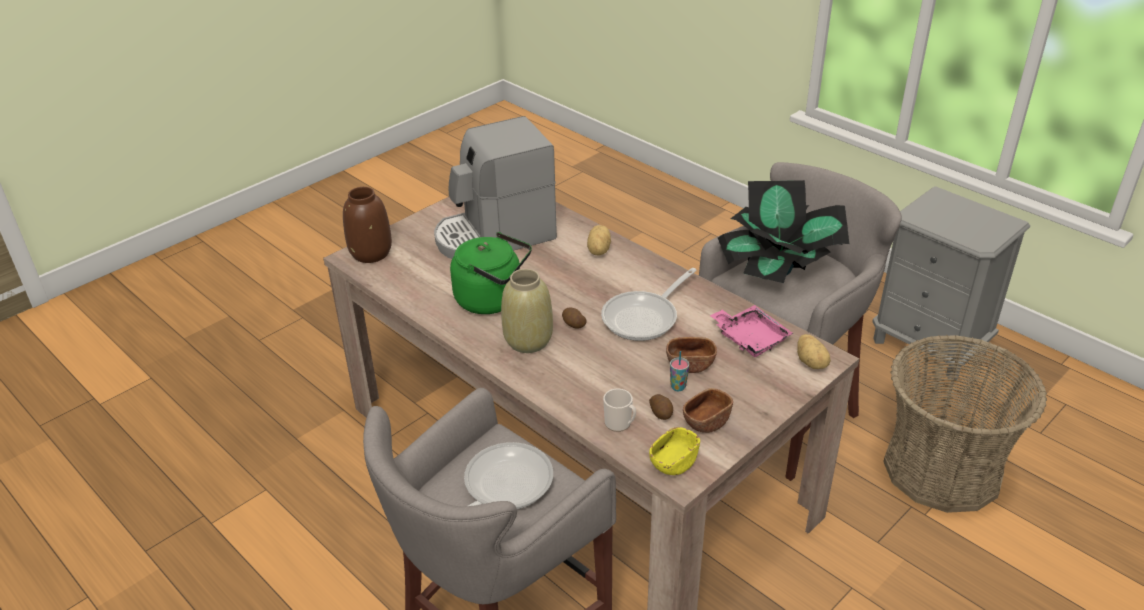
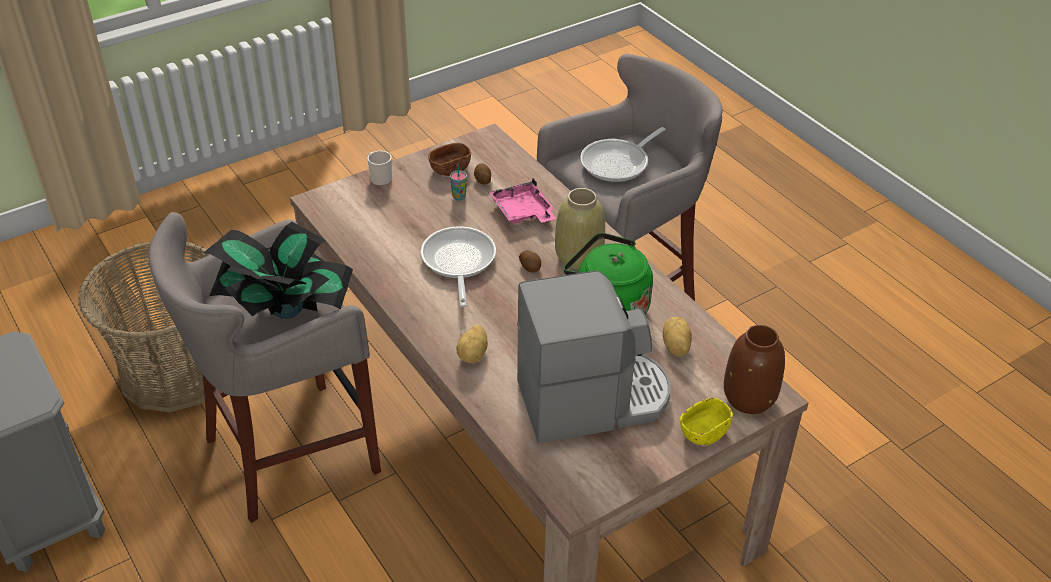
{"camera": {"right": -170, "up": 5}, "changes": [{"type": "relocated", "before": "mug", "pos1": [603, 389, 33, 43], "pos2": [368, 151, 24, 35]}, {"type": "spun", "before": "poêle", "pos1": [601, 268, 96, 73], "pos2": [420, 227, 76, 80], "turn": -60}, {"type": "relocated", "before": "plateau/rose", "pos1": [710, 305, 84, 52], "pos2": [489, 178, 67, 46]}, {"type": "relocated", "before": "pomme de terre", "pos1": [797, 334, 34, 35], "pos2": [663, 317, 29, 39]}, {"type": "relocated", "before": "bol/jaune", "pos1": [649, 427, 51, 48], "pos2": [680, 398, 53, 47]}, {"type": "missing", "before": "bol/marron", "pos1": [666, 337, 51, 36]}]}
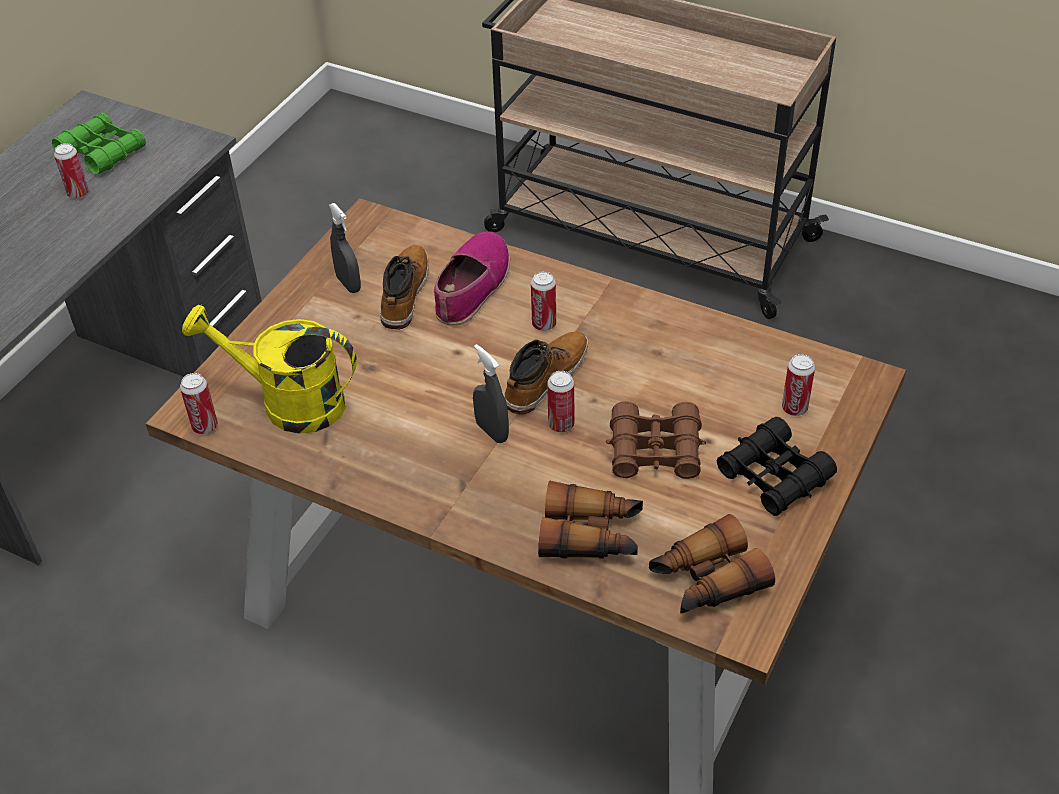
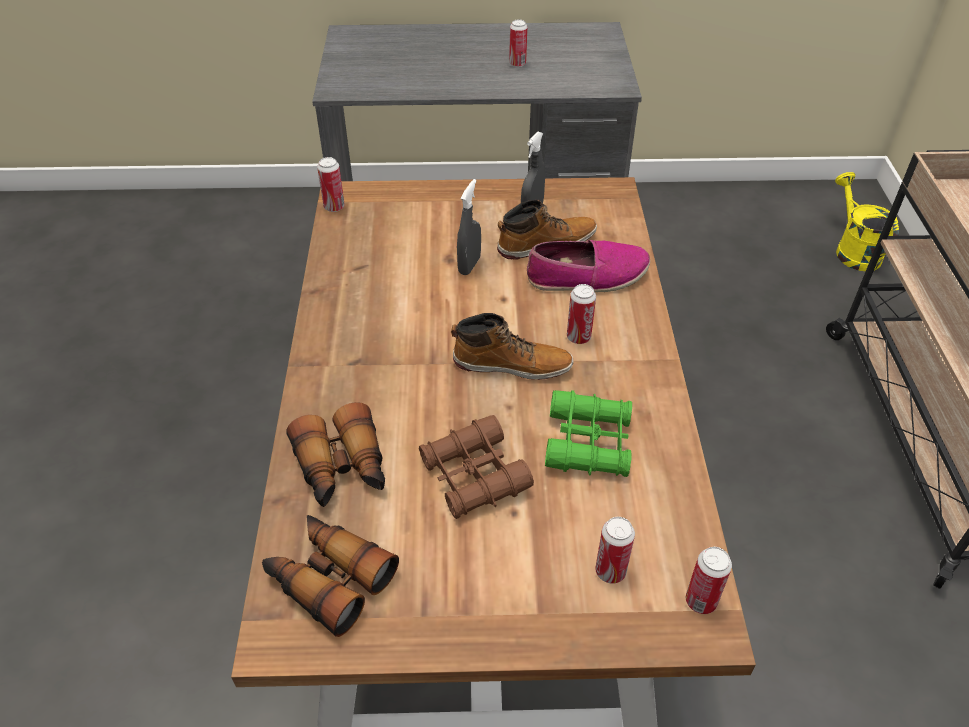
{"camera": {"right": 60, "up": 0}, "changes": [{"type": "relocated", "before": "vaporisateur/gris", "pos1": [473, 344, 36, 99], "pos2": [457, 179, 24, 96]}, {"type": "relocated", "before": "jumelles/vert", "pos1": [52, 112, 94, 62], "pos2": [545, 390, 87, 87]}, {"type": "relocated", "before": "boîte métallique", "pos1": [547, 371, 27, 61], "pos2": [686, 547, 46, 67]}, {"type": "relocated", "before": "arrosoir/jaune", "pos1": [182, 304, 175, 130], "pos2": [835, 172, 64, 99]}, {"type": "missing", "before": "jumelles/noir", "pos1": [717, 417, 120, 99]}]}
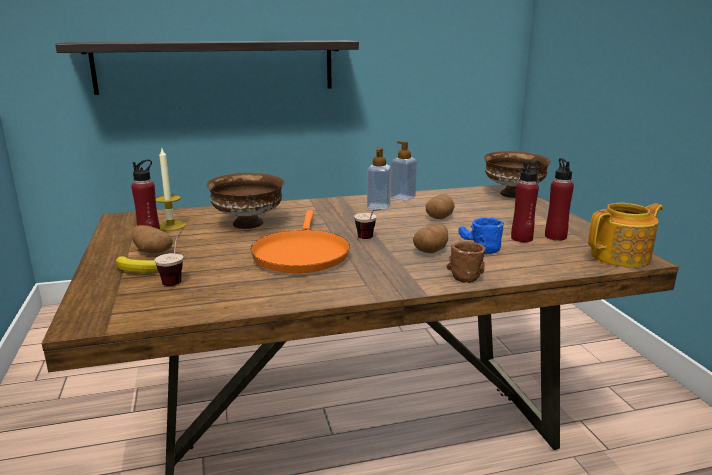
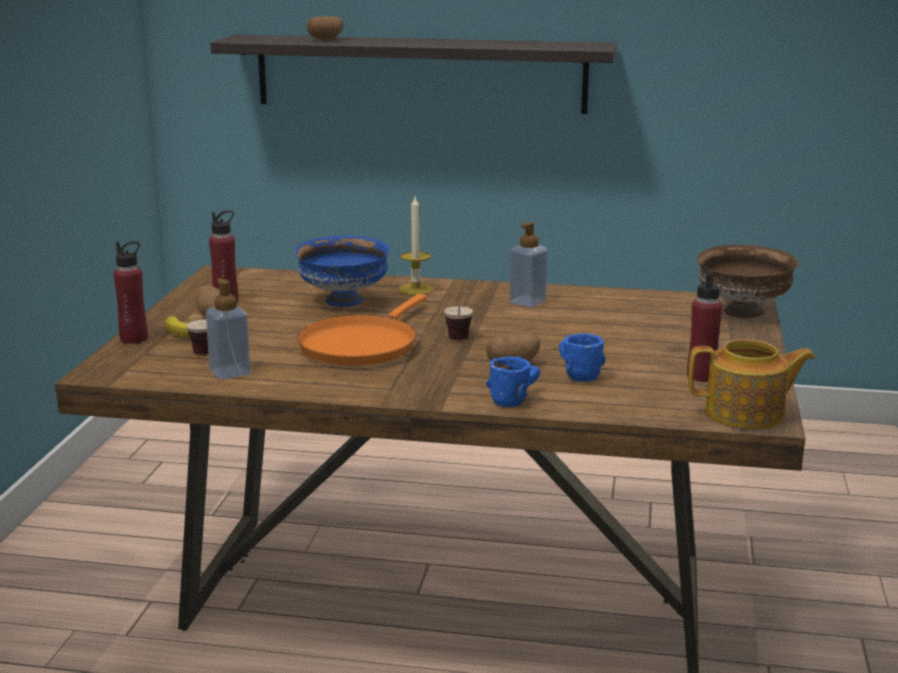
{"camera": {"right": 25, "up": 0}, "changes": [{"type": "relocated", "before": "bouteille/rouge", "pos1": [511, 160, 29, 82], "pos2": [113, 241, 35, 103]}, {"type": "relocated", "before": "distributeur de savon", "pos1": [391, 141, 26, 60], "pos2": [206, 278, 45, 102]}, {"type": "colour", "before": "bol/marron", "after": "bol/bleu", "pos1": [207, 173, 77, 56], "pos2": [295, 235, 95, 72]}, {"type": "relocated", "before": "pomme de terre", "pos1": [425, 194, 30, 25], "pos2": [307, 16, 37, 24]}, {"type": "relocated", "before": "bougie", "pos1": [156, 149, 30, 82], "pos2": [398, 197, 36, 98]}, {"type": "colour", "before": "mug/marron", "after": "mug/bleu", "pos1": [446, 241, 40, 42], "pos2": [486, 356, 55, 51]}]}
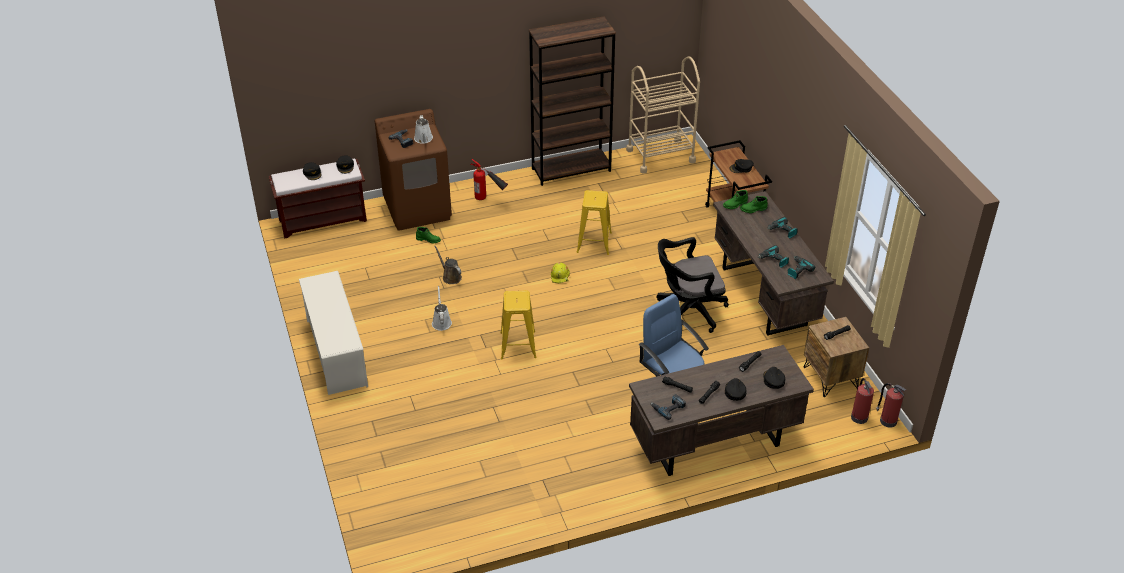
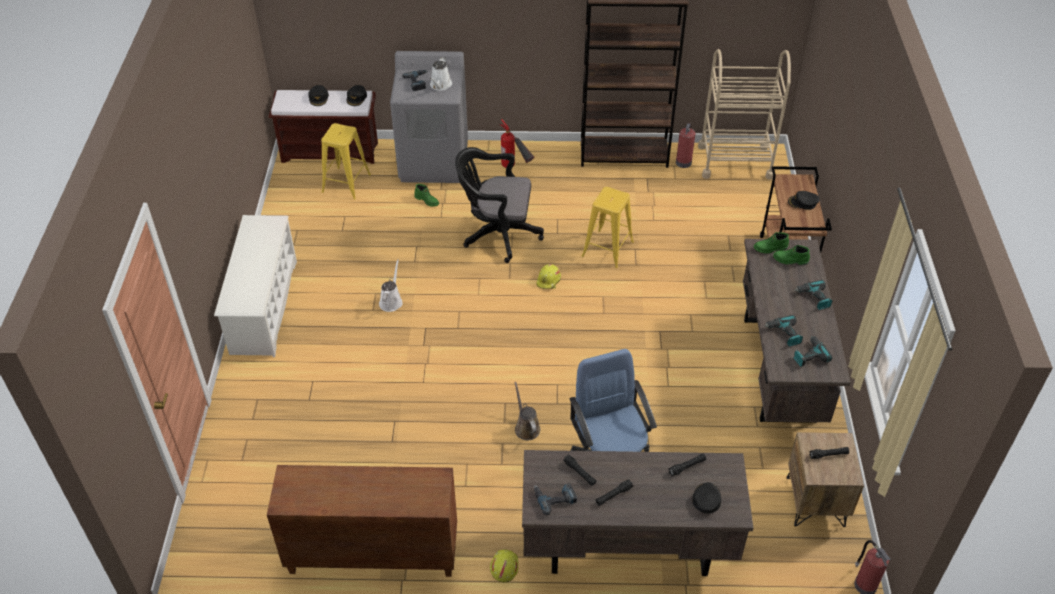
{"camera": {"right": 20, "up": 5}, "changes": [{"type": "appeared", "after": "meuble de rangement/marron", "pos2": [267, 465, 190, 112]}, {"type": "relocated", "before": "tabouret/jaune", "pos1": [500, 290, 37, 69], "pos2": [321, 123, 50, 77]}, {"type": "colour", "before": "lave-linge/marron", "after": "lave-linge/gris", "pos1": [375, 109, 77, 122], "pos2": [390, 51, 78, 132]}, {"type": "relocated", "before": "chaise de bureau/noir", "pos1": [656, 237, 73, 96], "pos2": [455, 147, 89, 116]}, {"type": "appeared", "after": "casque de chantier/jaune", "pos2": [490, 549, 28, 33]}, {"type": "relocated", "before": "arrosoir/marron", "pos1": [434, 246, 28, 38], "pos2": [514, 382, 27, 58]}, {"type": "relocated", "before": "extincteur", "pos1": [851, 378, 23, 46], "pos2": [676, 122, 19, 46]}, {"type": "missing", "before": "casquette/noir", "pos1": [725, 378, 22, 23]}]}
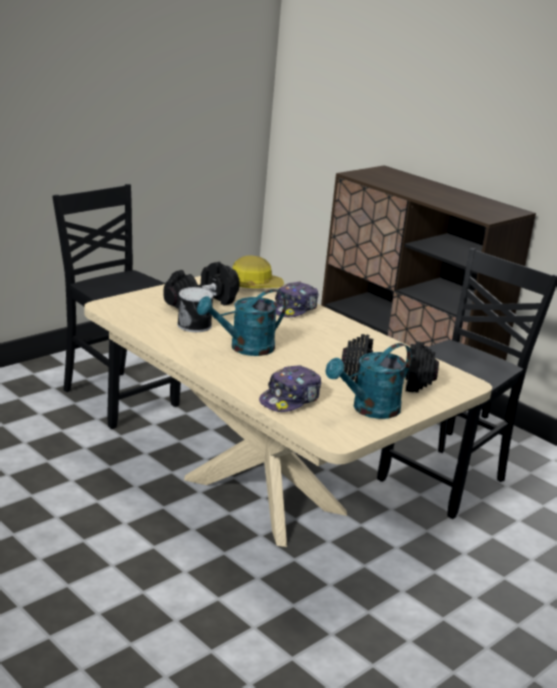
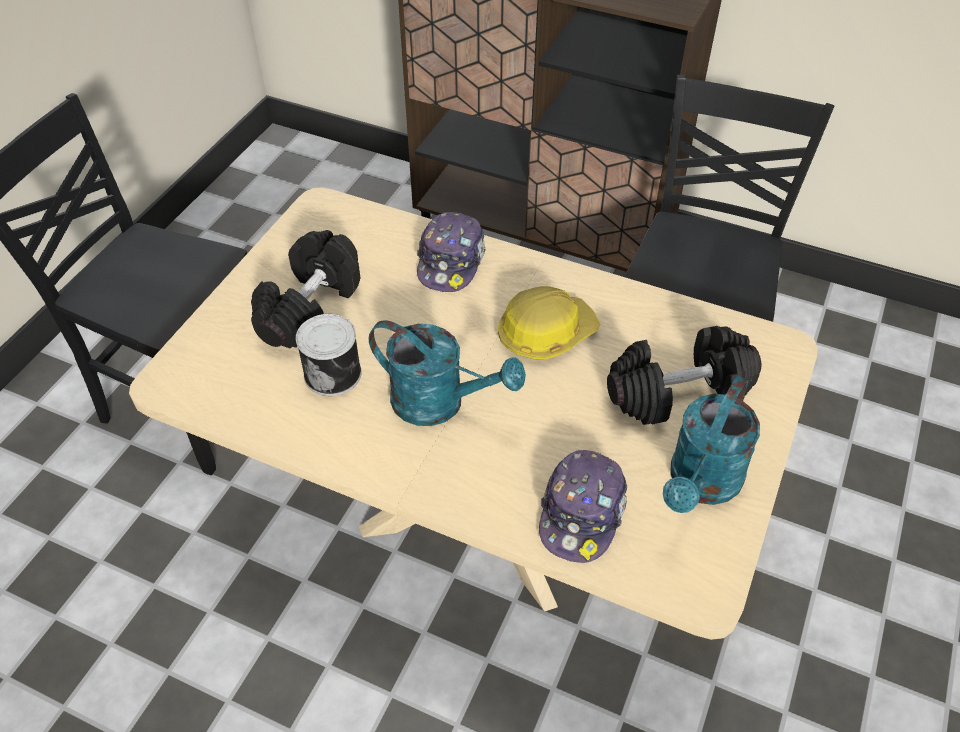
{"camera": {"right": -20, "up": 25}, "changes": [{"type": "spun", "before": "arrosoir/turquoise", "pos1": [197, 289, 90, 67], "pos2": [369, 320, 157, 106], "turn": -105}, {"type": "relocated", "before": "casque de chantier", "pos1": [232, 255, 52, 33], "pos2": [498, 286, 102, 74]}]}
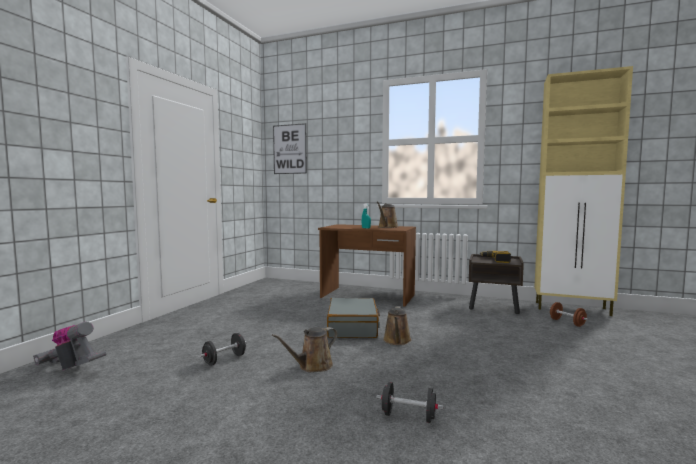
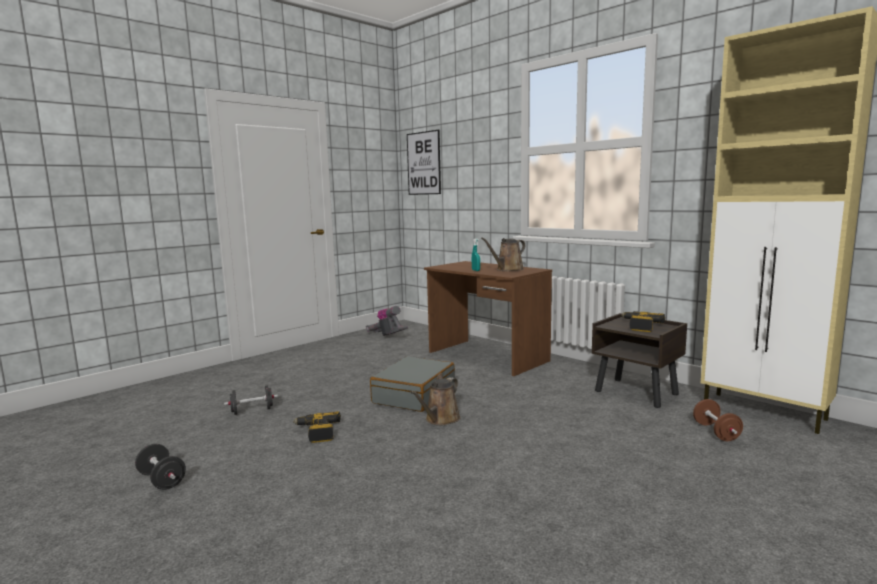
{"camera": {"right": 25, "up": 5}, "changes": [{"type": "relocated", "before": "haltère/noir", "pos1": [376, 382, 67, 41], "pos2": [135, 444, 51, 46]}, {"type": "exchanged", "before": "arrosoir/marron", "after": "perceuse", "pos1": [272, 327, 66, 46], "pos2": [293, 411, 48, 32]}, {"type": "relocated", "before": "aspirateur", "pos1": [33, 322, 73, 48], "pos2": [366, 306, 42, 30]}]}
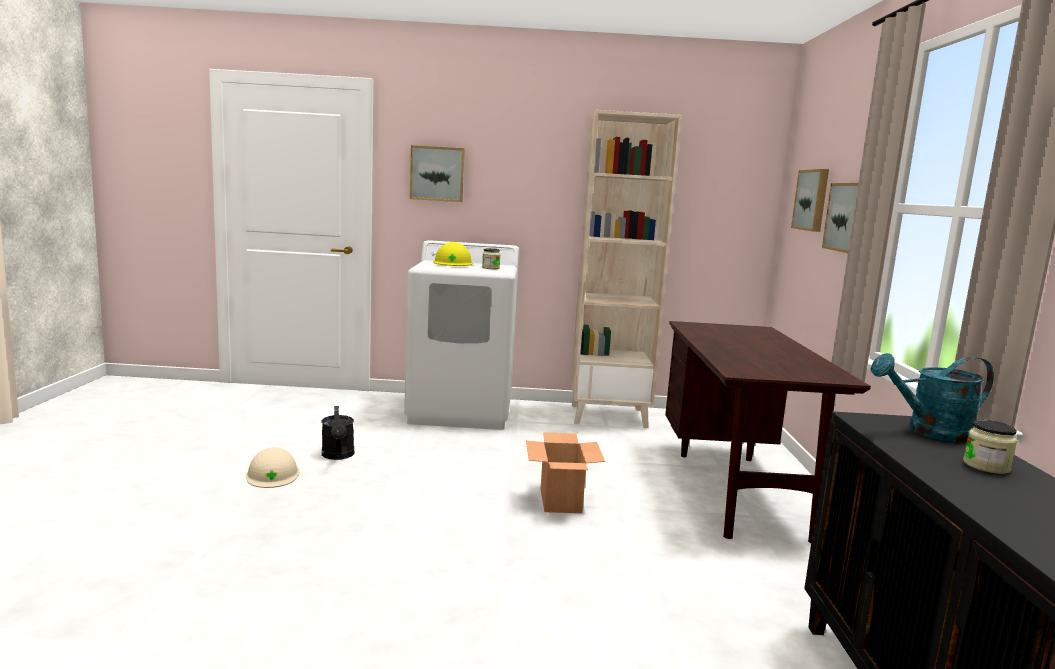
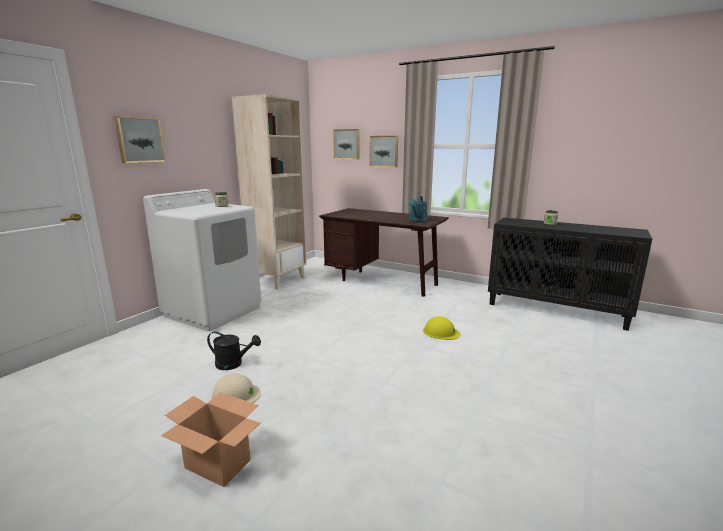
{"camera": {"right": -60, "up": 5}, "changes": [{"type": "relocated", "before": "carton", "pos1": [526, 432, 79, 81], "pos2": [161, 392, 100, 95]}, {"type": "relocated", "before": "arrosoir/turquoise", "pos1": [871, 353, 123, 89], "pos2": [409, 196, 18, 27]}, {"type": "relocated", "before": "casque de chantier/jaune", "pos1": [433, 242, 40, 24], "pos2": [423, 316, 37, 24]}]}
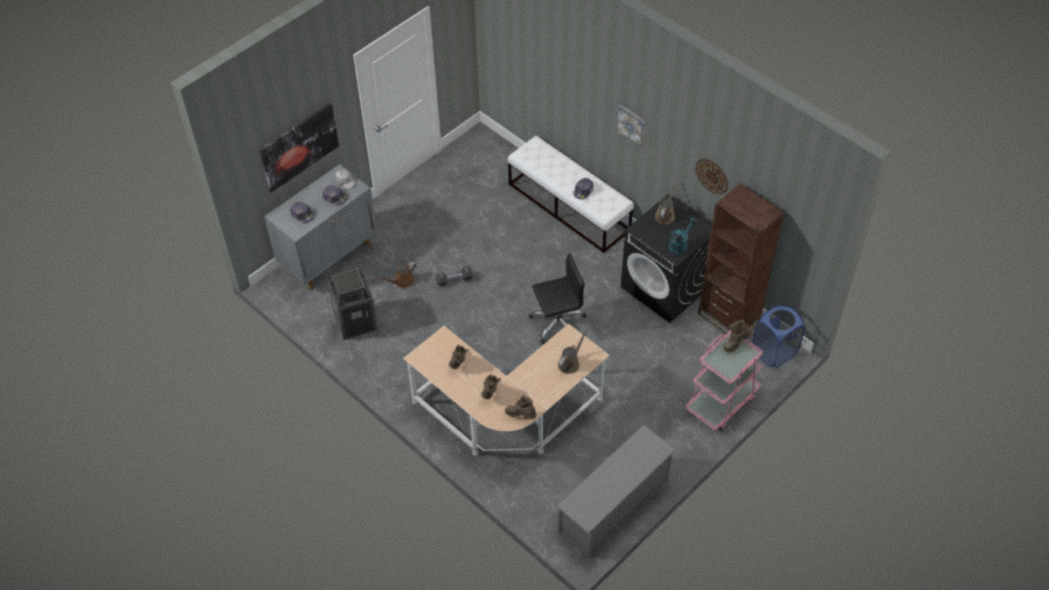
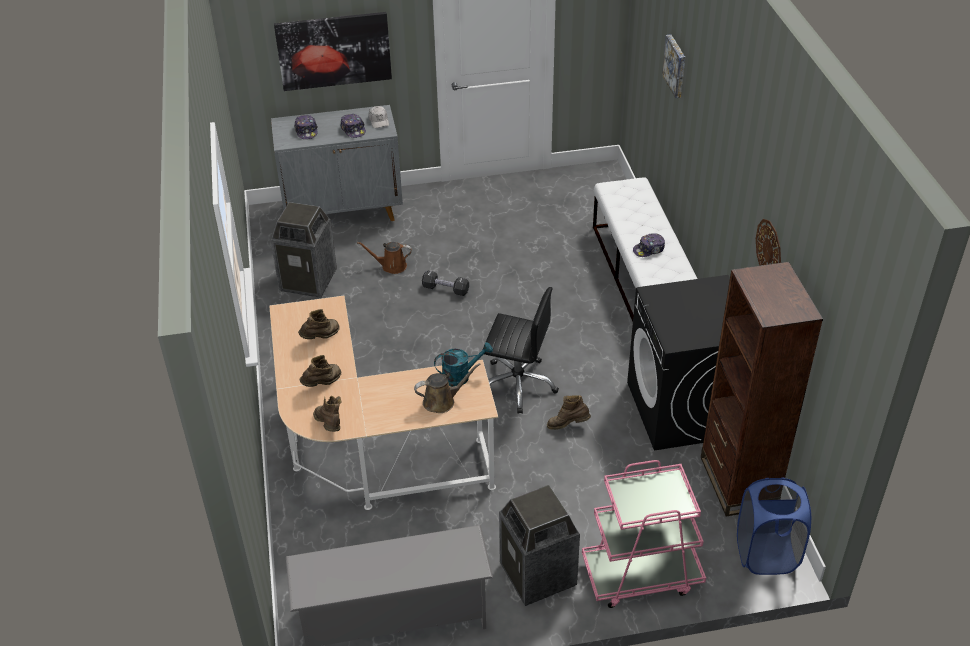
{"camera": {"right": 35, "up": -10}, "changes": [{"type": "relocated", "before": "arrosoir/turquoise", "pos1": [669, 217, 28, 38], "pos2": [434, 342, 59, 45]}, {"type": "appeared", "after": "poubelle", "pos2": [499, 485, 81, 121]}, {"type": "relocated", "before": "botte/marron", "pos1": [723, 320, 29, 33], "pos2": [547, 395, 44, 35]}, {"type": "relocated", "before": "tableau", "pos1": [616, 104, 30, 43], "pos2": [662, 34, 23, 64]}, {"type": "missing", "before": "arrosoir/marron", "pos1": [655, 180, 21, 45]}]}
